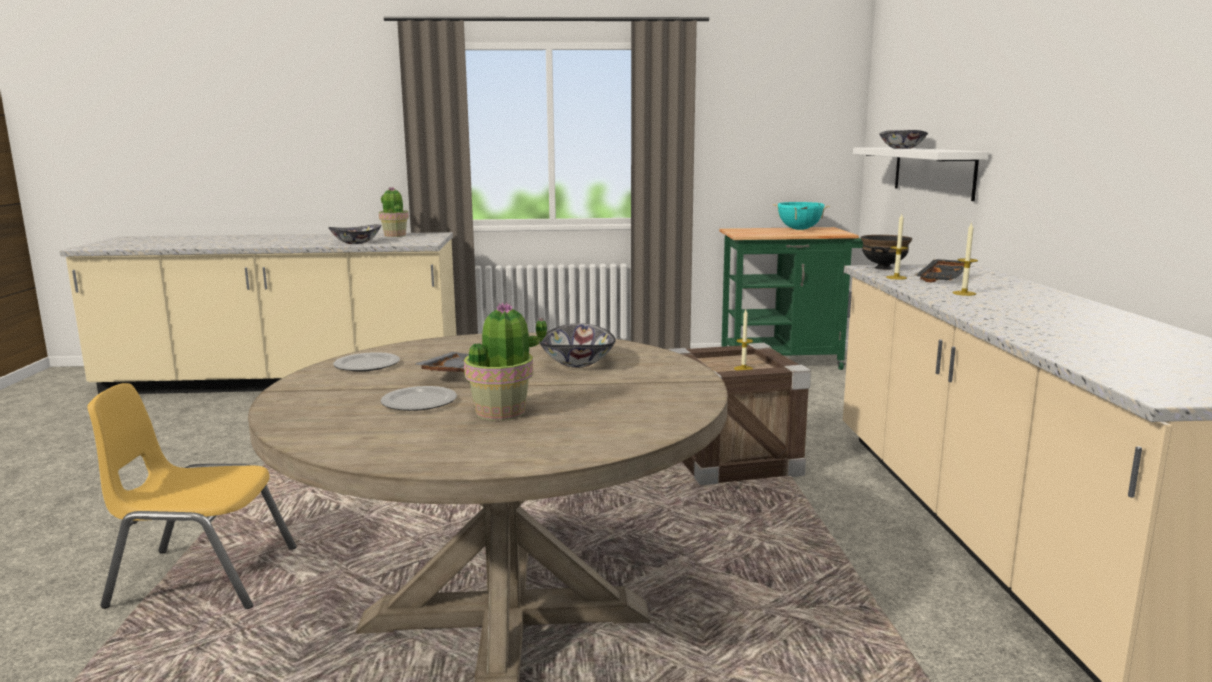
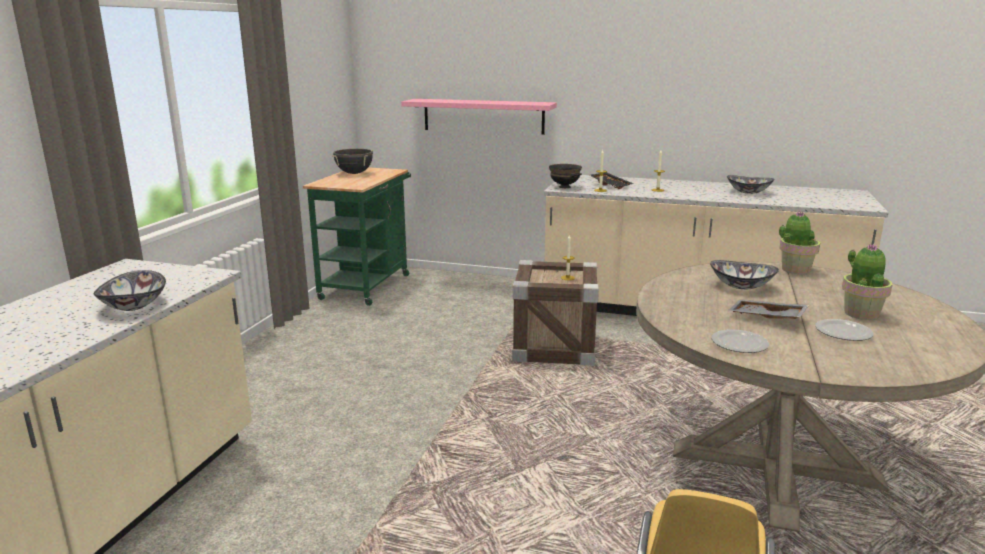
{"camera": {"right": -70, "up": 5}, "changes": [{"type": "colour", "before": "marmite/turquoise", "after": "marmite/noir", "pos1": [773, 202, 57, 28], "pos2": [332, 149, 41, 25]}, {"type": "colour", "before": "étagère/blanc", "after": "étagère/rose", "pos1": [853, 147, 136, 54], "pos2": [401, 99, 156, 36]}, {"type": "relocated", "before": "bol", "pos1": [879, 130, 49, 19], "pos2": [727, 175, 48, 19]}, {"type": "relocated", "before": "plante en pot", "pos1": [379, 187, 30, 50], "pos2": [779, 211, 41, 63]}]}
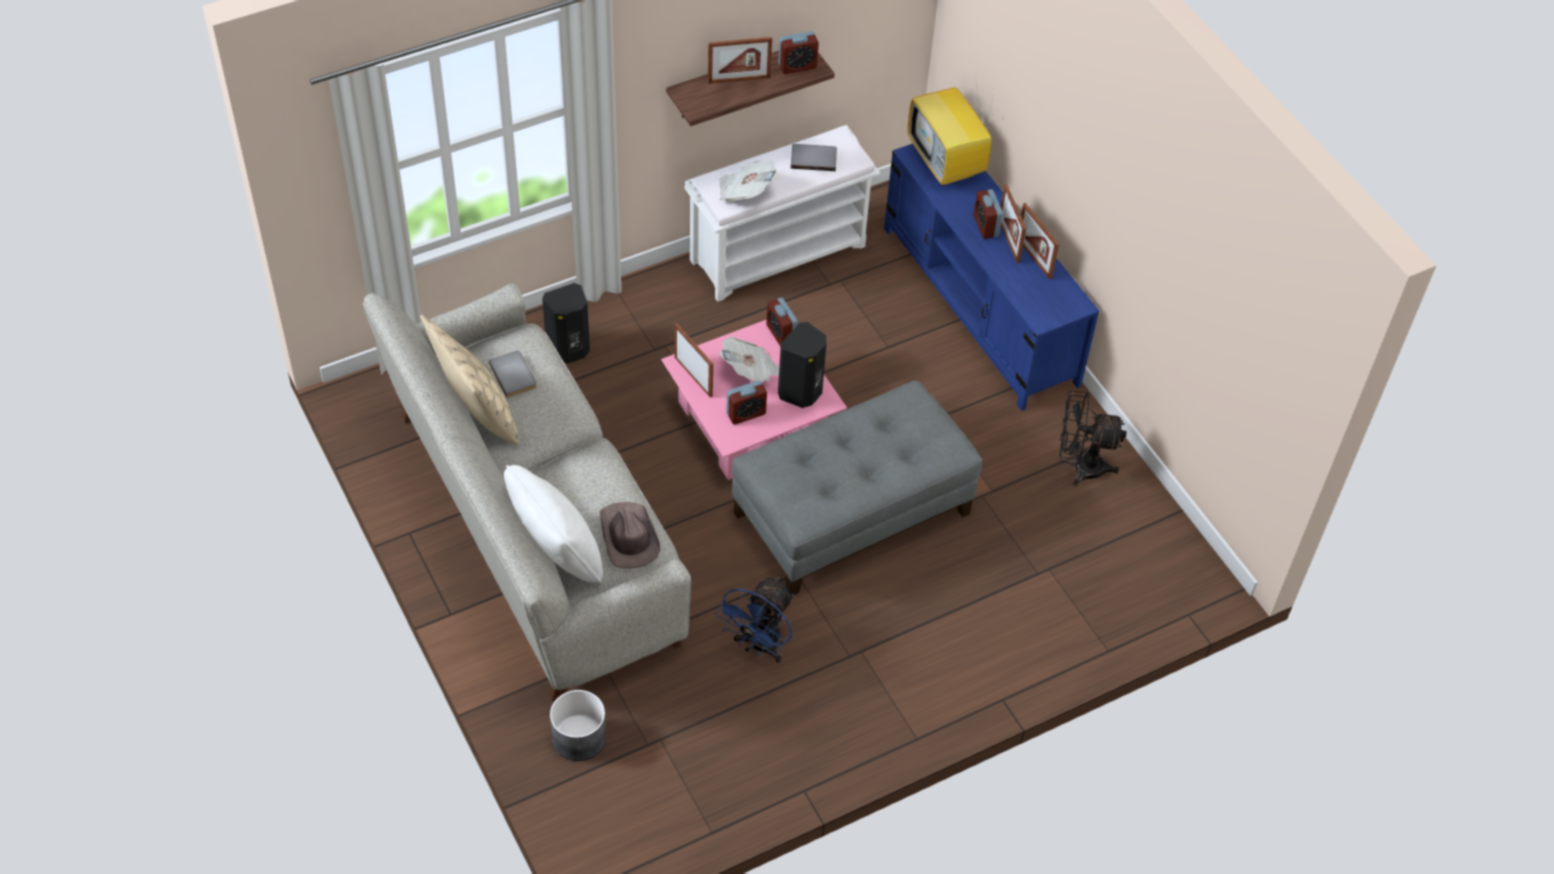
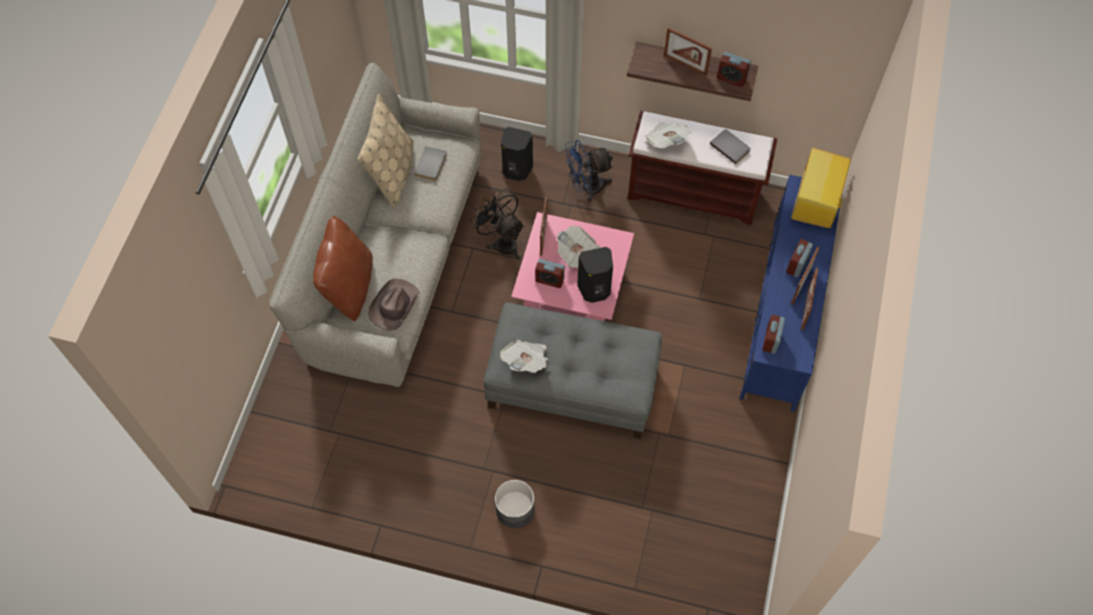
{"camera": {"right": 45, "up": 10}, "changes": [{"type": "colour", "before": "coussin/blanc", "after": "coussin/marron", "pos1": [504, 465, 99, 118], "pos2": [313, 216, 60, 105]}, {"type": "relocated", "before": "ventilateur/noir", "pos1": [1059, 391, 68, 95], "pos2": [470, 188, 54, 72]}, {"type": "relocated", "before": "cache-pot/gris", "pos1": [550, 690, 56, 71], "pos2": [495, 480, 40, 48]}, {"type": "appeared", "after": "journal", "pos2": [500, 340, 48, 33]}, {"type": "relocated", "before": "ventilateur/bleu", "pos1": [715, 577, 79, 86], "pos2": [564, 140, 49, 62]}, {"type": "colour", "before": "banc/blanc", "after": "banc/marron", "pos1": [684, 125, 196, 177], "pos2": [628, 110, 149, 115]}, {"type": "relocated", "before": "réveil", "pos1": [766, 297, 32, 49], "pos2": [762, 315, 23, 39]}]}
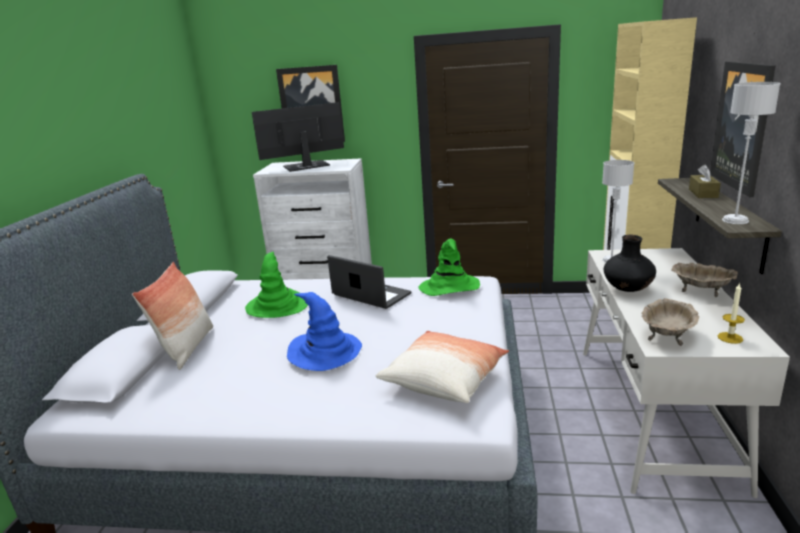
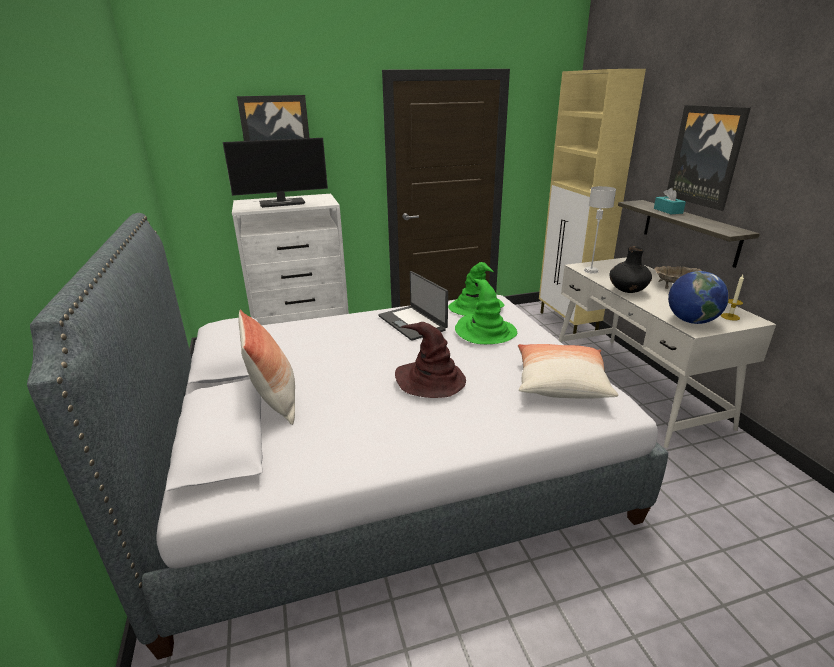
{"camera": {"right": -25, "up": 5}, "changes": [{"type": "spun", "before": "écran d'ordinateur", "pos1": [252, 102, 92, 70], "pos2": [223, 138, 105, 70], "turn": -150}, {"type": "spun", "before": "ordinateur portable", "pos1": [327, 255, 84, 54], "pos2": [378, 271, 70, 70], "turn": -135}, {"type": "colour", "before": "chapeau/bleu", "after": "chapeau/marron", "pos1": [287, 292, 75, 79], "pos2": [395, 322, 71, 76]}, {"type": "relocated", "before": "chapeau/vert", "pos1": [245, 252, 63, 66], "pos2": [455, 279, 62, 65]}, {"type": "colour", "before": "boîte à mouchoirs/marron", "after": "boîte à mouchoirs/turquoise", "pos1": [689, 164, 32, 34], "pos2": [654, 188, 32, 26]}, {"type": "exchanged", "before": "bol/beige", "after": "globe", "pos1": [641, 298, 58, 48], "pos2": [668, 271, 61, 53]}, {"type": "missing", "before": "lampe de table/gris", "pos1": [722, 82, 59, 142]}]}
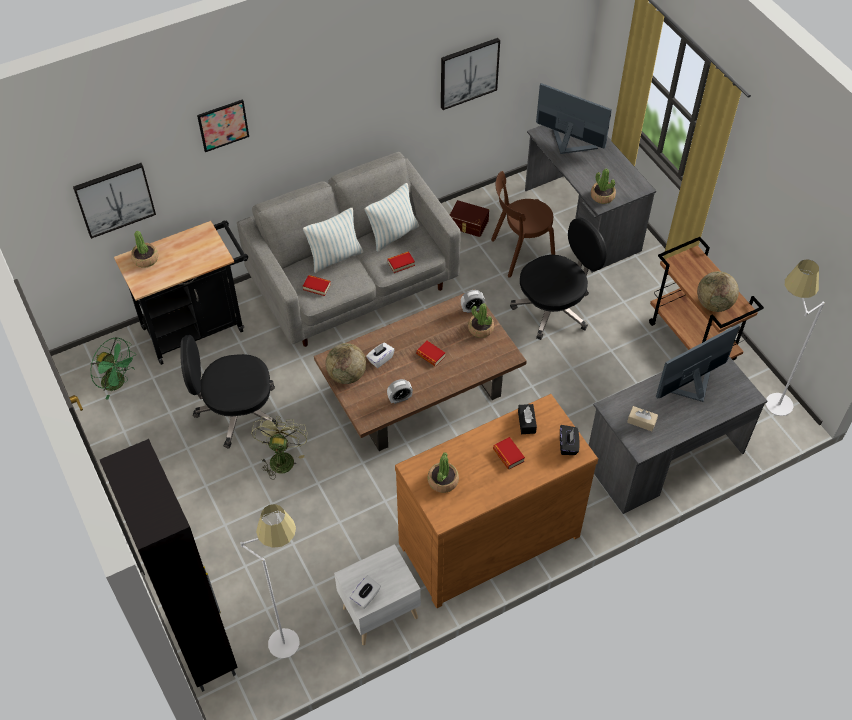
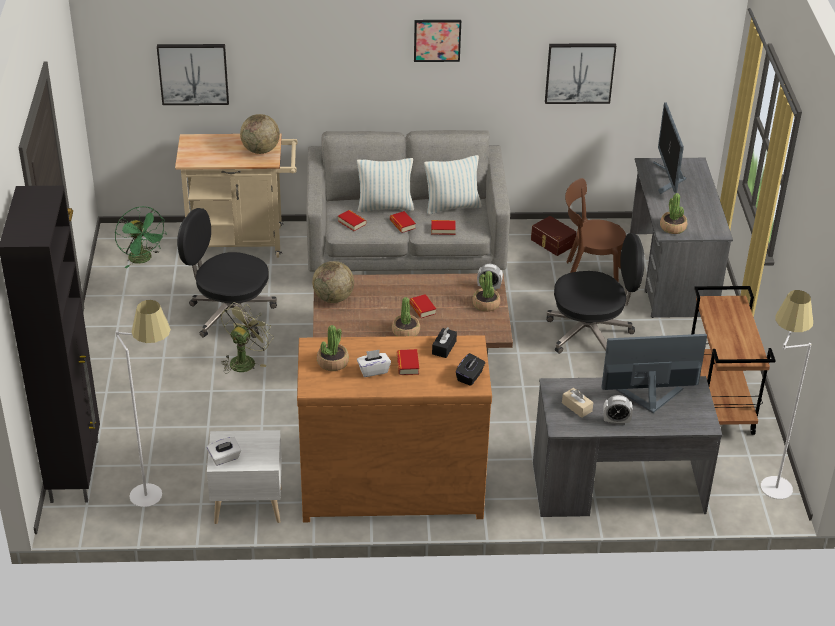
{"camera": {"right": 25, "up": -15}, "changes": [{"type": "colour", "before": "chariot/noir", "after": "chariot/beige", "pos1": [114, 221, 134, 144], "pos2": [175, 134, 123, 124]}, {"type": "relocated", "before": "globe", "pos1": [697, 271, 42, 41], "pos2": [240, 114, 40, 40]}, {"type": "relocated", "before": "boîte à mouchoirs/blanc", "pos1": [366, 342, 29, 26], "pos2": [357, 350, 34, 27]}, {"type": "appeared", "after": "livre", "pos2": [390, 211, 26, 22]}, {"type": "relocated", "before": "plante en pot", "pos1": [131, 231, 27, 37], "pos2": [392, 297, 28, 39]}, {"type": "relocated", "before": "tableau", "pos1": [197, 99, 52, 53], "pos2": [414, 20, 47, 42]}, {"type": "relocated", "before": "réveil", "pos1": [387, 379, 26, 25], "pos2": [603, 395, 30, 30]}, {"type": "spun", "before": "écran d'ordinateur", "pos1": [536, 83, 76, 71], "pos2": [653, 102, 33, 92], "turn": -150}]}
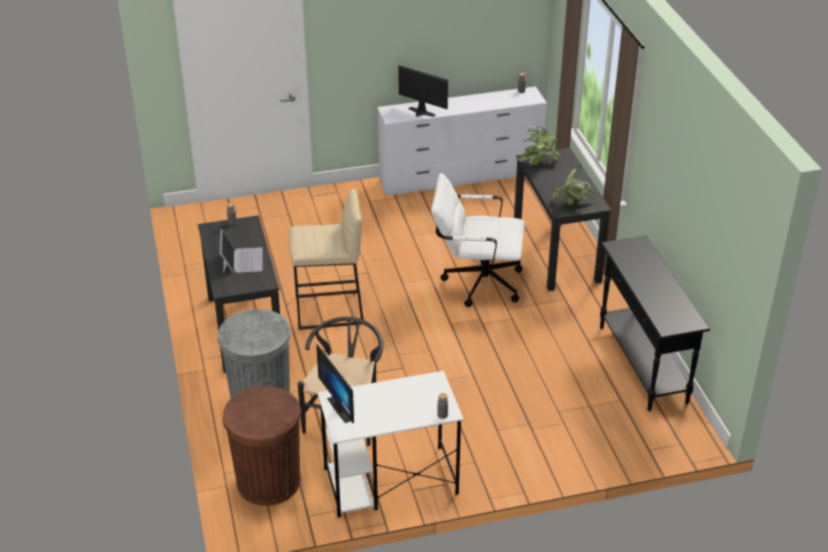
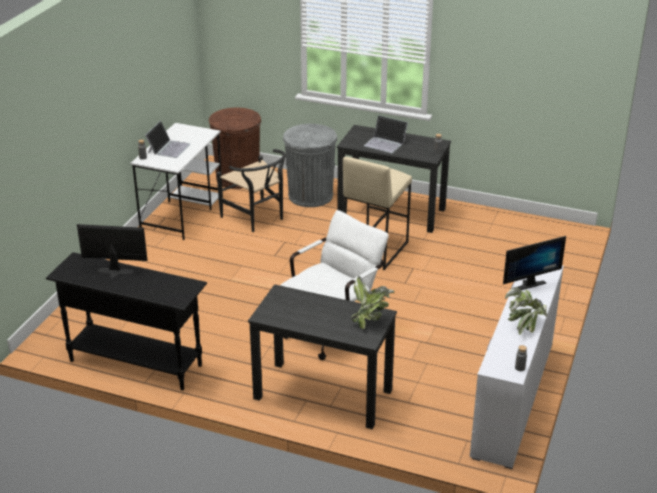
{"camera": {"right": 125, "up": -5}, "changes": [{"type": "relocated", "before": "écran d'ordinateur", "pos1": [316, 345, 38, 79], "pos2": [77, 224, 71, 54]}, {"type": "appeared", "after": "ordinateur portable", "pos2": [145, 121, 45, 37]}, {"type": "relocated", "before": "plante en pot", "pos1": [549, 165, 47, 40], "pos2": [505, 287, 42, 48]}]}
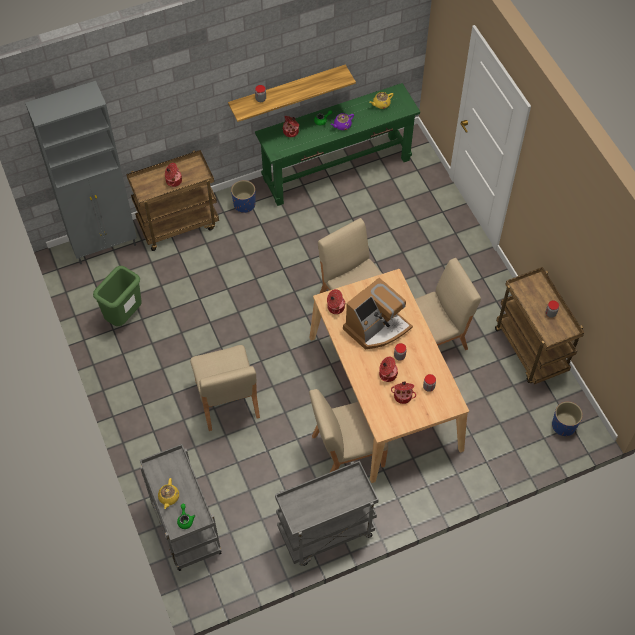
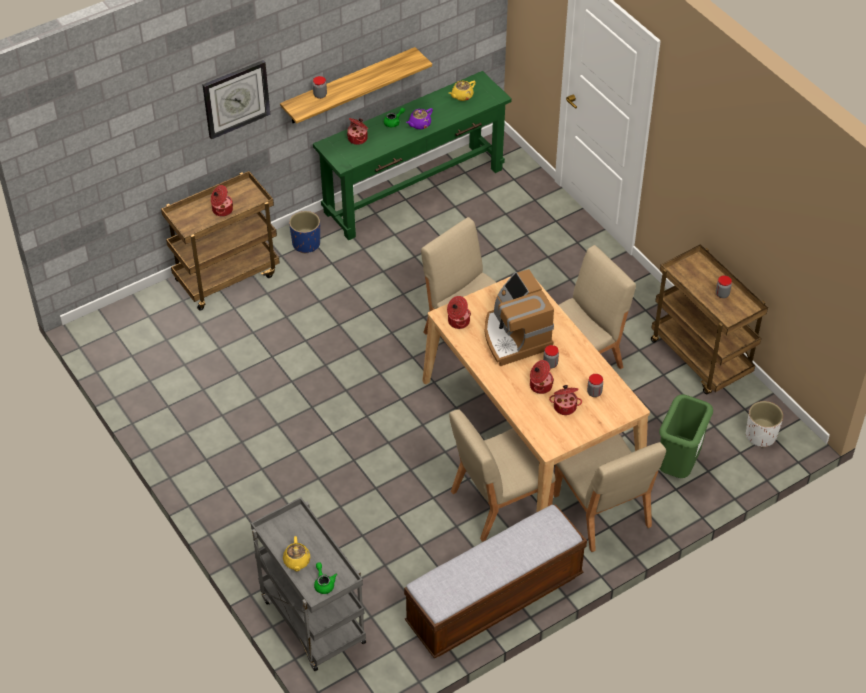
{"camera": {"right": -10, "up": -10}, "changes": [{"type": "appeared", "after": "horloge murale", "pos2": [203, 60, 67, 79]}, {"type": "exchanged", "before": "chariot/gris", "after": "banc", "pos1": [275, 461, 104, 105], "pos2": [404, 504, 183, 155]}, {"type": "spun", "before": "machine à café", "pos1": [343, 278, 70, 72], "pos2": [485, 269, 69, 97], "turn": 120}, {"type": "relocated", "before": "chaise/beige", "pos1": [190, 345, 70, 86], "pos2": [553, 434, 113, 118]}, {"type": "relocated", "before": "poubelle/vert", "pos1": [93, 266, 49, 60], "pos2": [659, 394, 54, 84]}, {"type": "colour", "before": "cache-pot/bleu", "after": "cache-pot/blanc", "pos1": [552, 402, 31, 35], "pos2": [746, 401, 37, 47]}, {"type": "missing", "before": "meuble de rangement/gris", "pos1": [25, 81, 112, 183]}]}
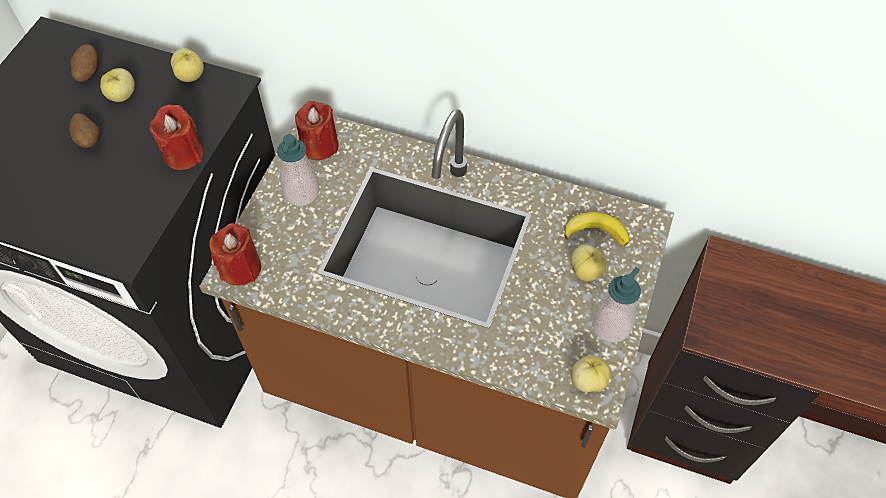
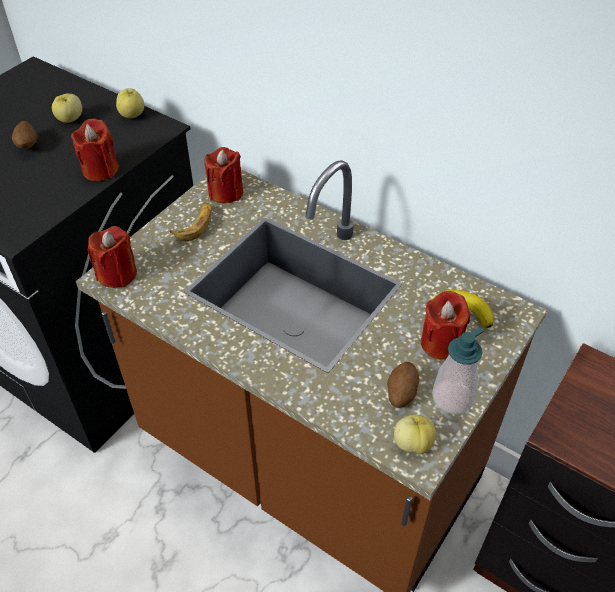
{"camera": {"right": 15, "up": -10}, "changes": [{"type": "exchanged", "before": "distributeur de savon", "after": "banane", "pos1": [277, 134, 42, 72], "pos2": [170, 203, 42, 38]}, {"type": "relocated", "before": "pomme de terre", "pos1": [70, 44, 27, 38], "pos2": [387, 362, 32, 46]}, {"type": "exchanged", "before": "pomme", "after": "bougie/rouge", "pos1": [571, 245, 35, 36], "pos2": [421, 291, 50, 69]}]}
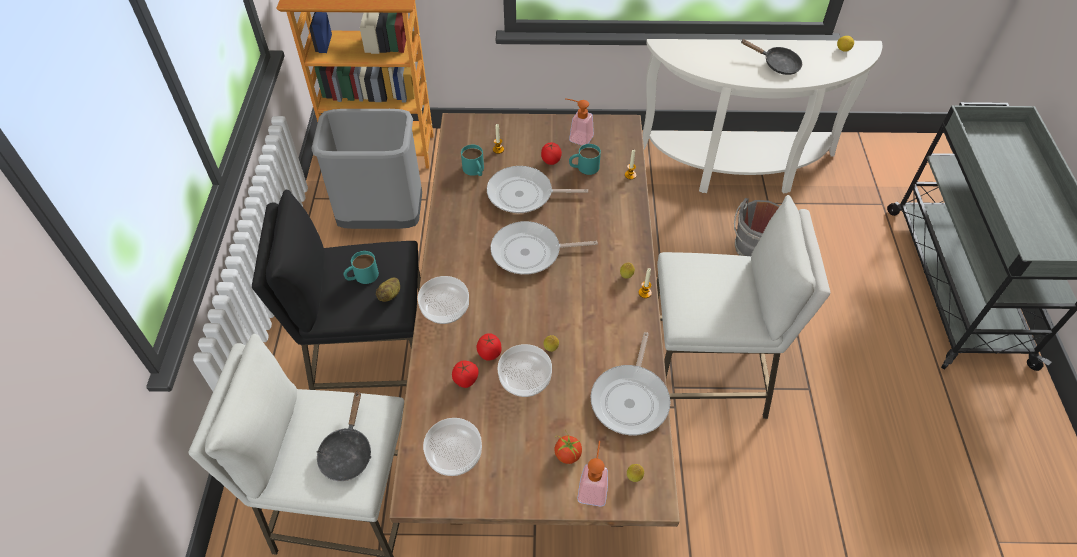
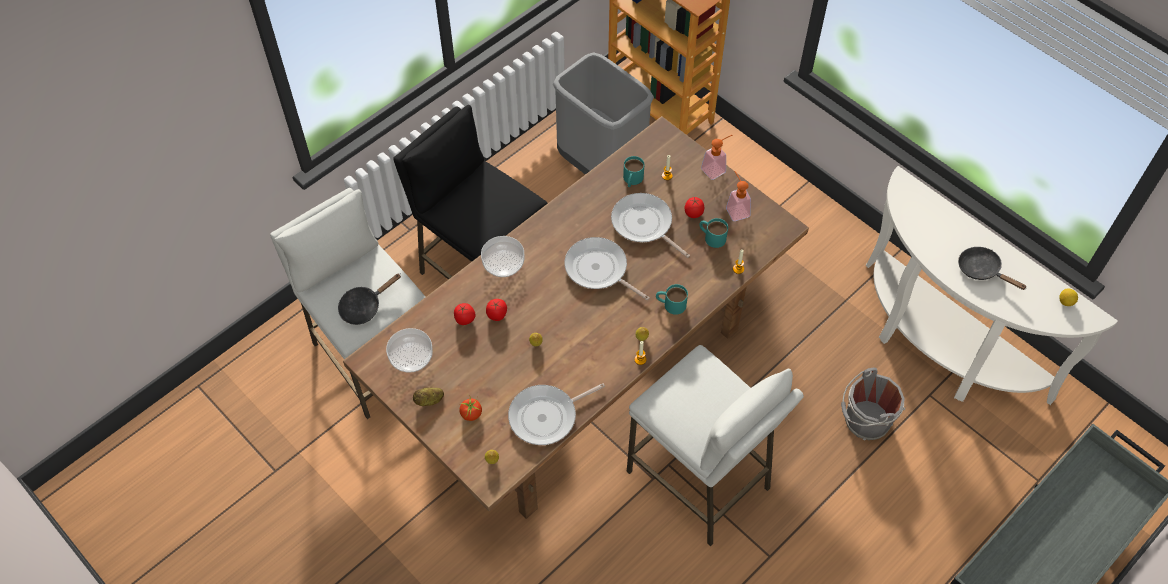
{"camera": {"right": 45, "up": 5}, "changes": [{"type": "relocated", "before": "pomme de terre", "pos1": [376, 278, 24, 24], "pos2": [413, 387, 31, 19]}, {"type": "relocated", "before": "mug/turquoise", "pos1": [343, 251, 36, 33], "pos2": [656, 284, 32, 31]}, {"type": "relocated", "before": "distributeur de savon", "pos1": [577, 441, 31, 66], "pos2": [701, 135, 31, 45]}, {"type": "spun", "before": "poêle/noir", "pos1": [741, 39, 61, 36], "pos2": [958, 247, 69, 43], "turn": 150}, {"type": "missing", "before": "bol", "pos1": [498, 344, 54, 53]}]}
